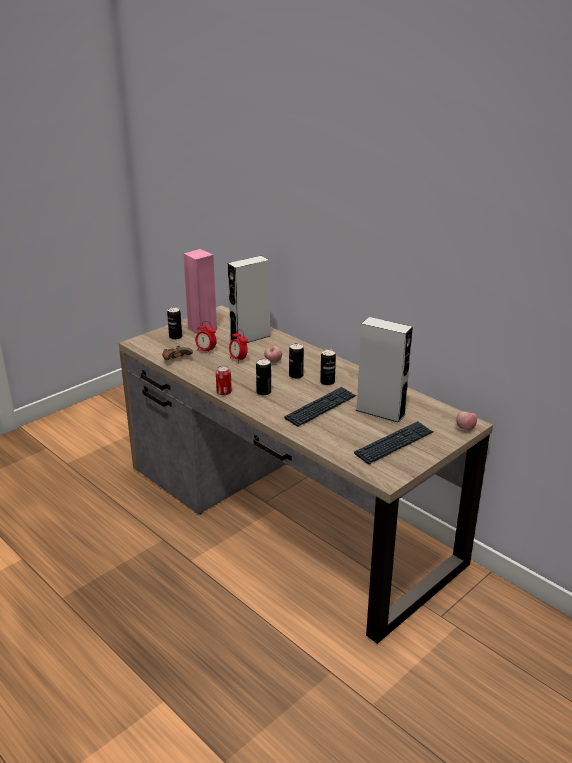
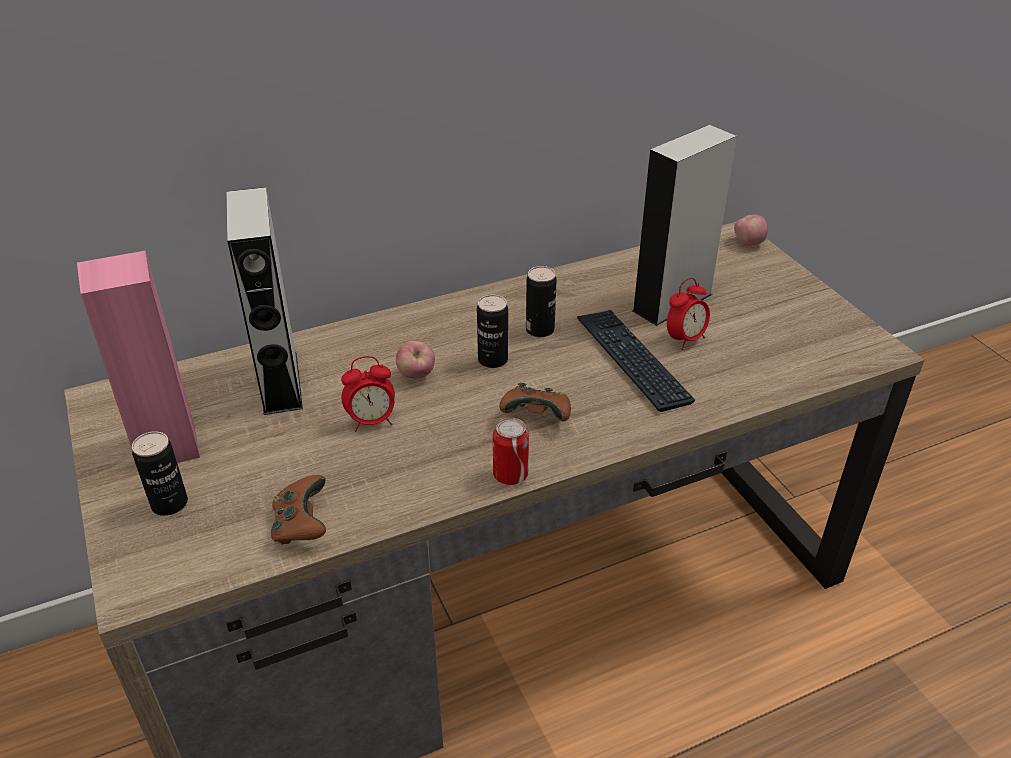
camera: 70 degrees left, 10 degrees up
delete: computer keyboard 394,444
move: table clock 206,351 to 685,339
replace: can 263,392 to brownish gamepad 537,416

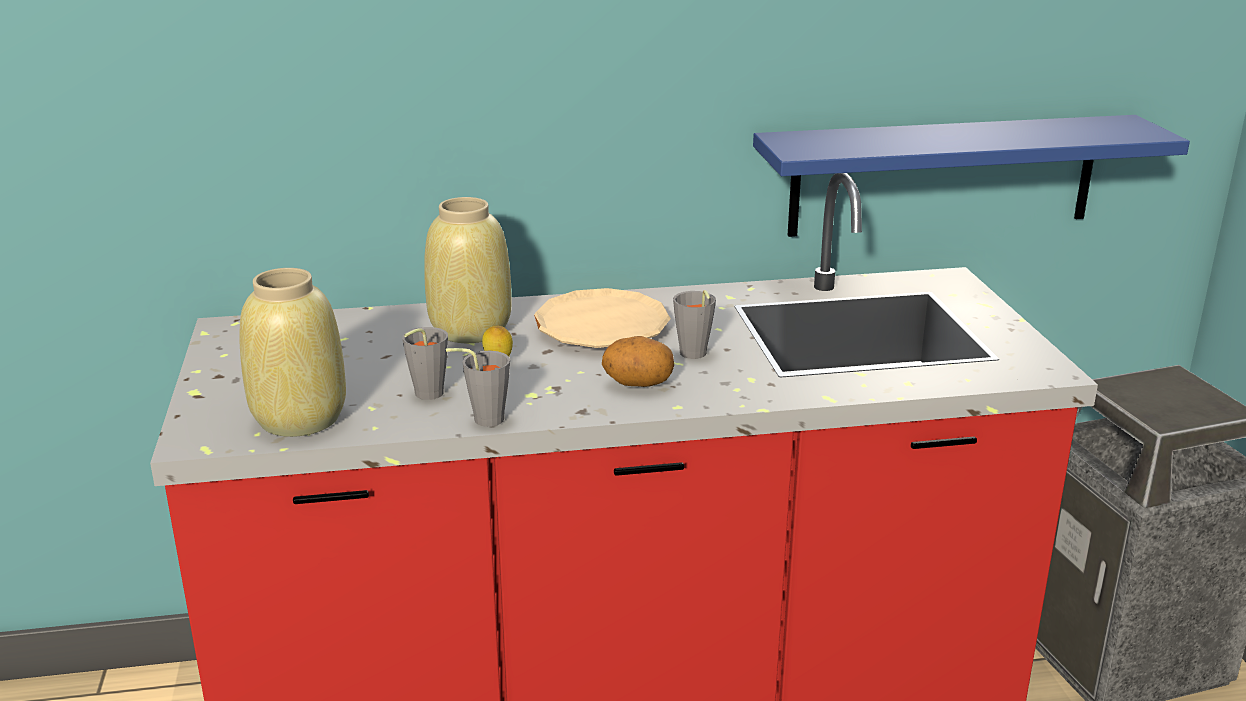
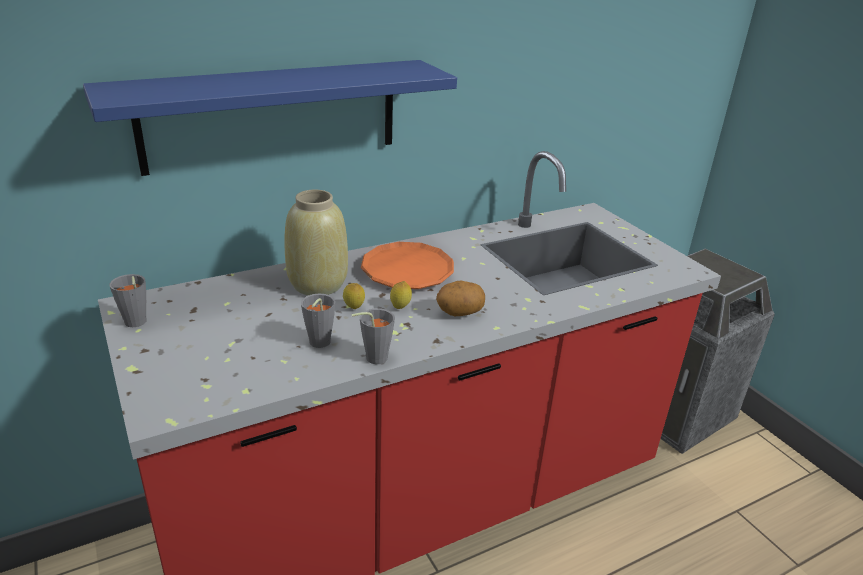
camera: 20 degrees left, 5 degrees up
delete: sand-coloured flower vase 299,418
insert: citrus fruit 400,308
move: gray drinking cup 694,356 to 136,324; blue-coloured wall shelf 943,175 to 272,115
recolor: sand-coloured plate 602,328 to orangey plate 407,271

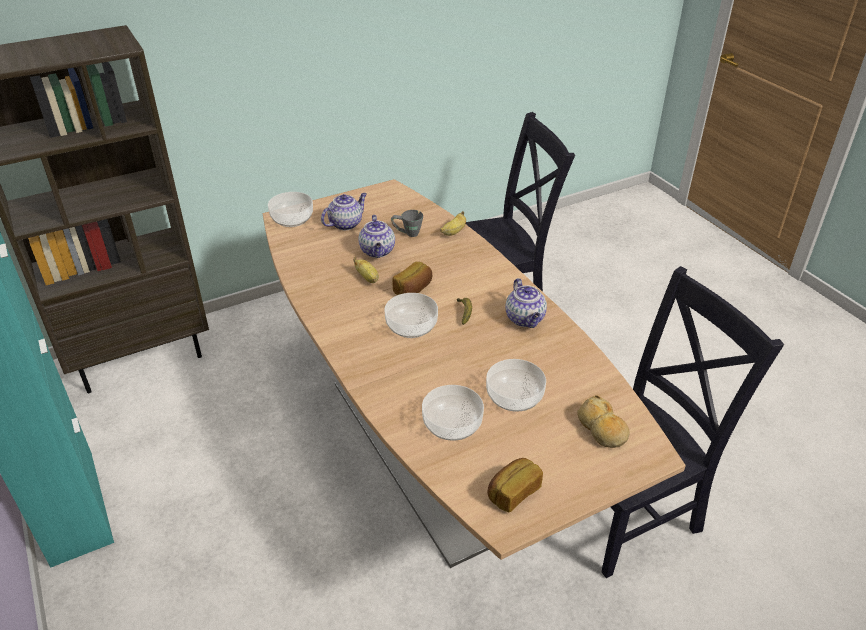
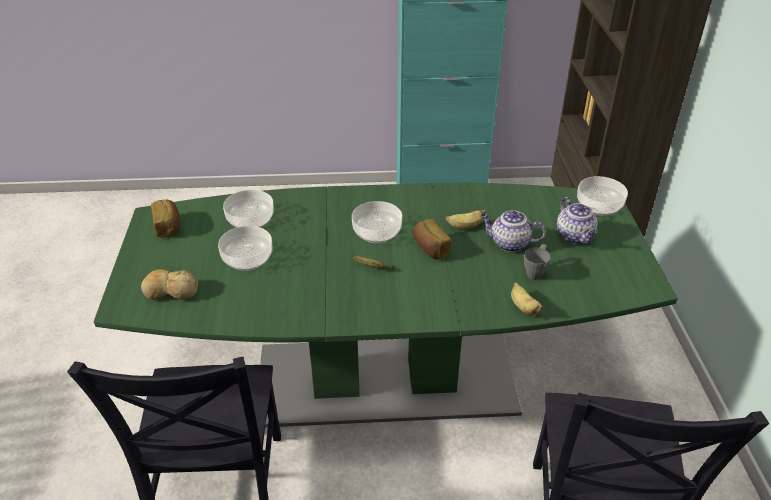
camera: 115 degrees right, 0 degrees up
delete: tea pot 525,319
recolor: brownish dinner table 433,447 to green-coloured dinner table 384,380

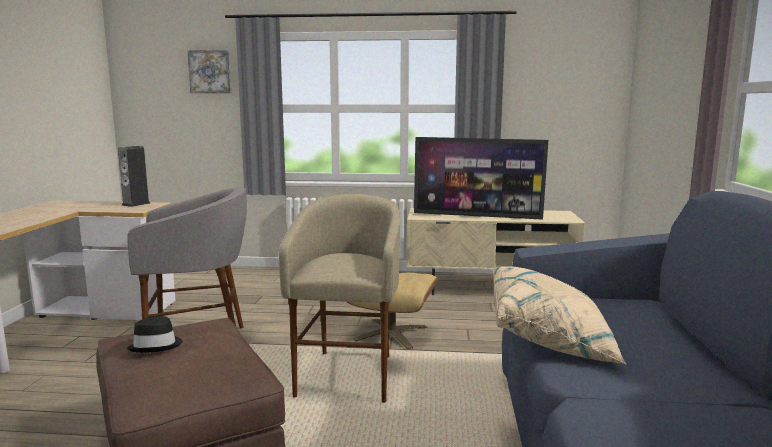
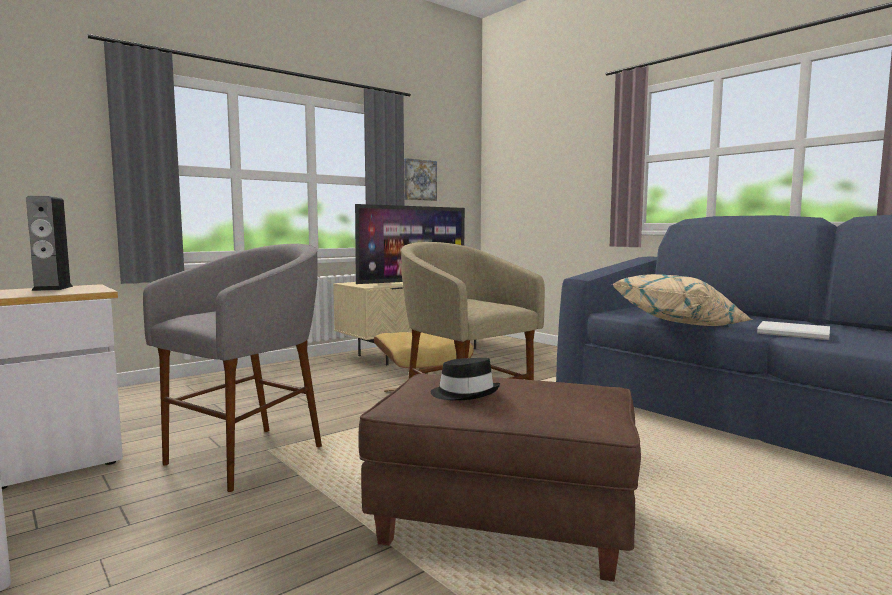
camera: 45 degrees left, 5 degrees down
insert: white-coloured bound book 795,333
move: wall picture 210,72 to 418,180

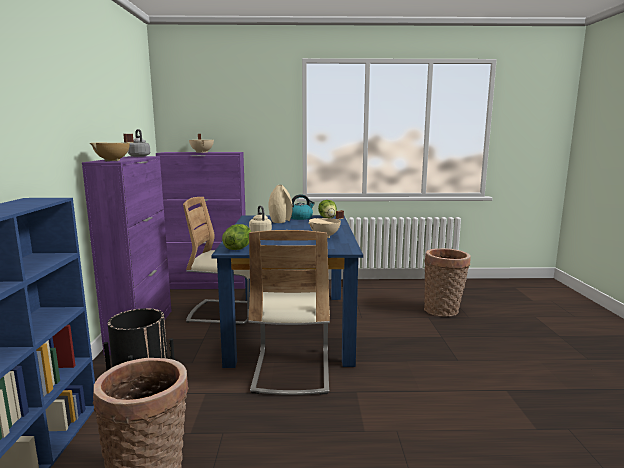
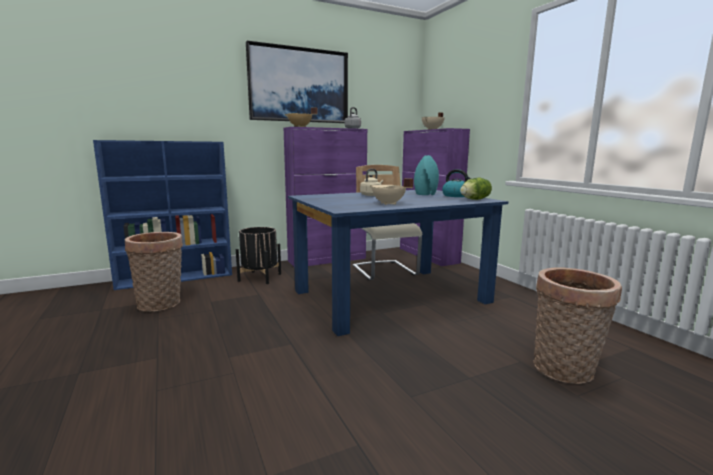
camera: 65 degrees right, 0 degrees up
delete: head of lettuce 238,248; sand-coloured chair 291,370
insert: wall picture 299,85
recolor: sand-coloured flower vase 280,221 to turquoise flower vase 426,194

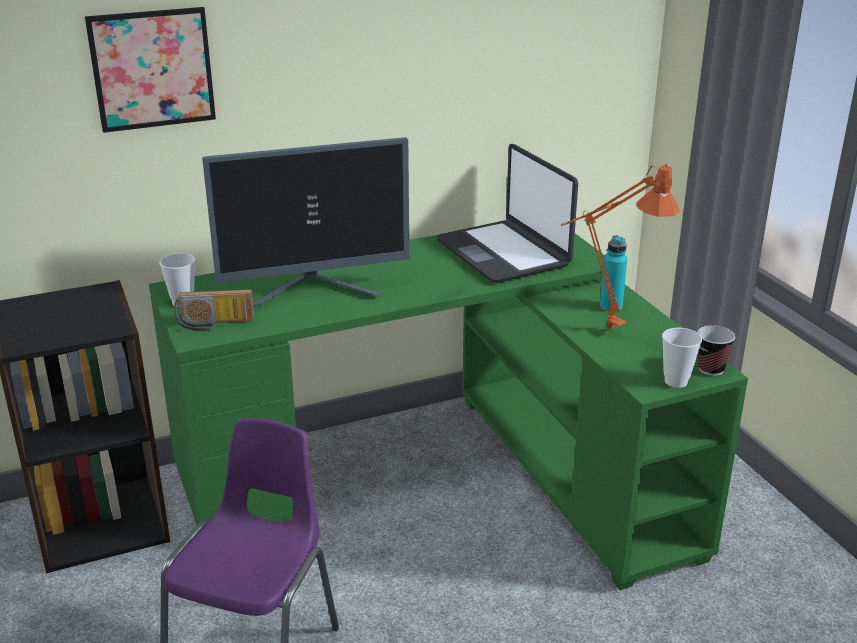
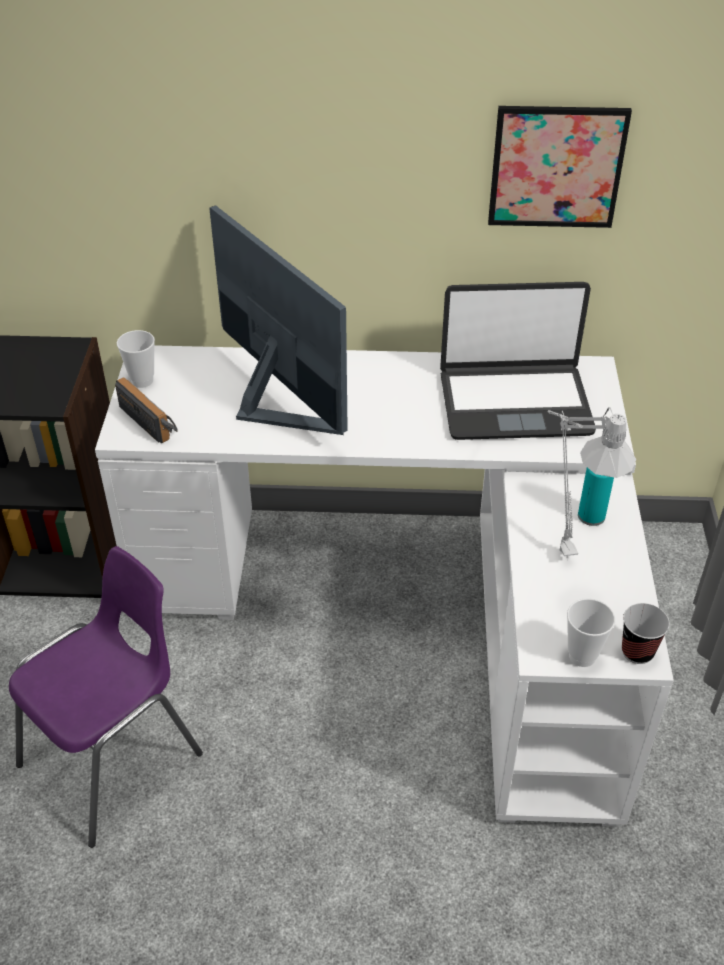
camera: 25 degrees right, 15 degrees up
move: wall picture 152,69 to 556,167
recolor: green-coloured desk unit 448,472 to white-coloured desk unit 411,608; orangey table lamp 603,326 to gray table lamp 559,544
rotate: radio 215,324 = 152,421 150 degrees counterclockwise; computer display 314,291 = 276,402 135 degrees counterclockwise; laptop 504,253 = 514,403 90 degrees counterclockwise

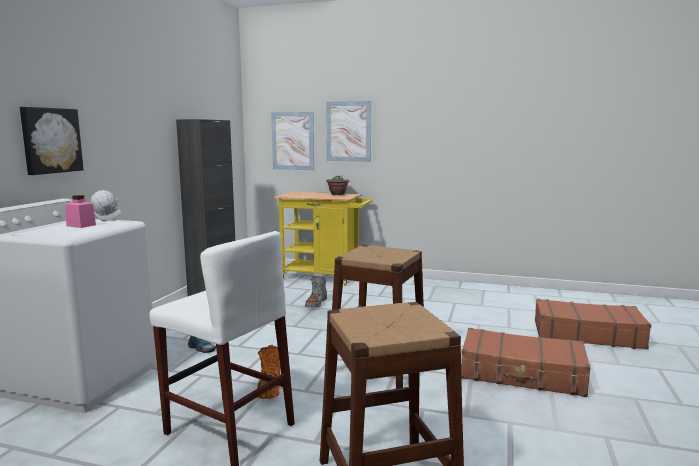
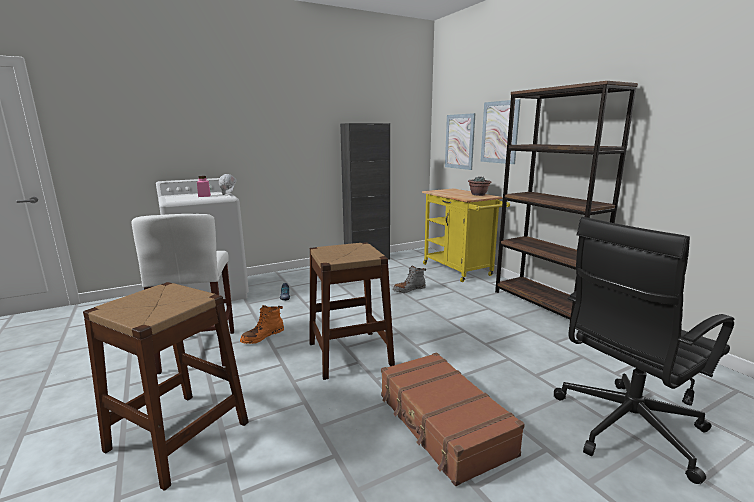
camera: 45 degrees right, 5 degrees up
delete: wall picture 50,140
insert: brownish bookshelf 543,304
replace: brownish piece of luggage 587,334 to black desk chair 625,428

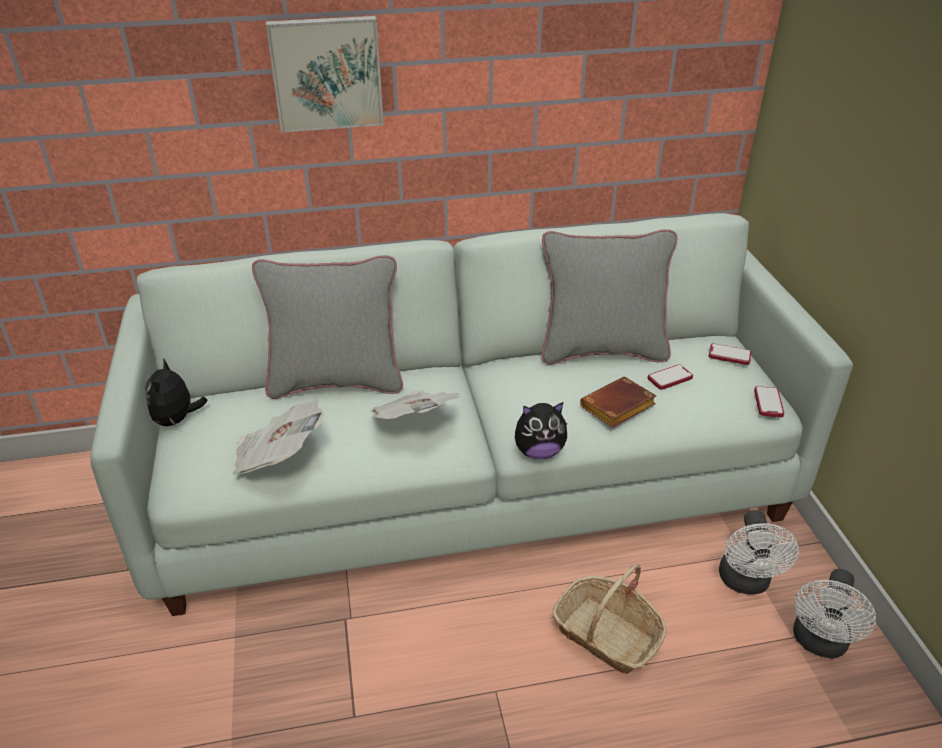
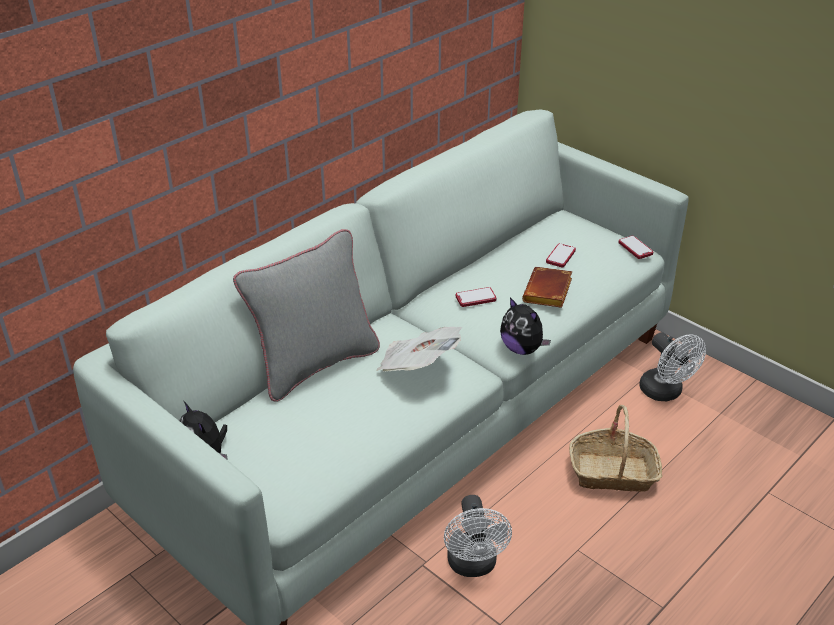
camera: 35 degrees left, 0 degrees up
delete: newspaper 279,456; wall picture 326,73; gray throw pillow 601,350
move: phone 729,355 to 475,298; white-coloured fan 819,643 to 473,565
rotate: cuddly toy 539,451 = 522,349 90 degrees clockwise

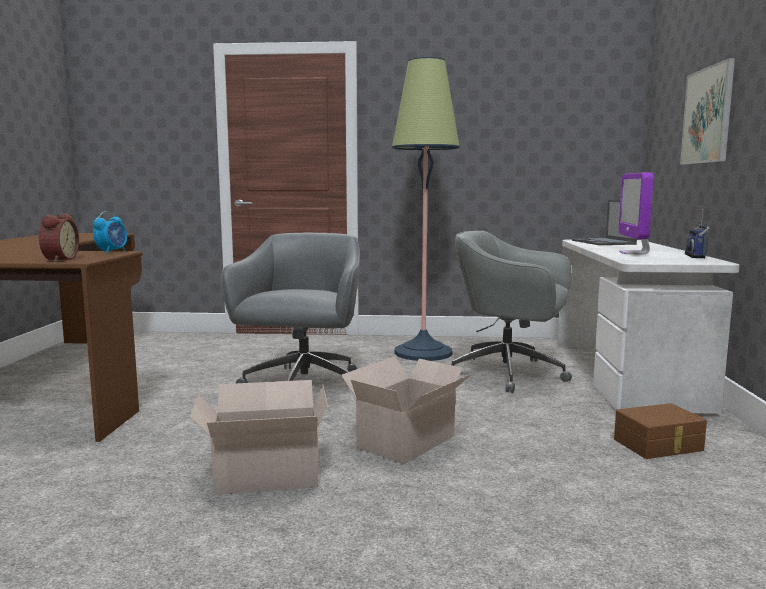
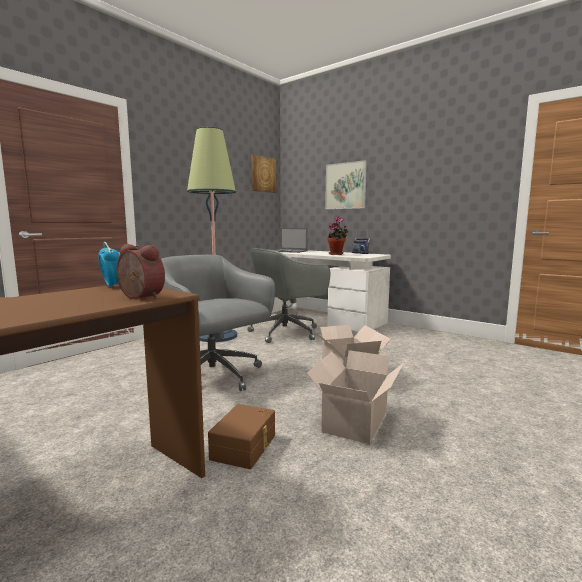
camera: 55 degrees left, 0 degrees up
insert: wall picture 263,174
move: brownish storage box 659,445 to 245,447
replace: computer display 633,253 to houseplant 337,254

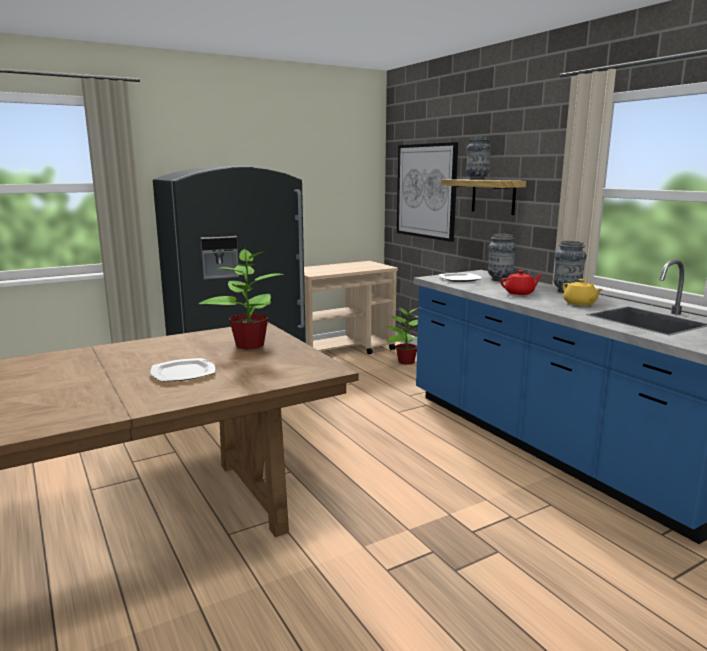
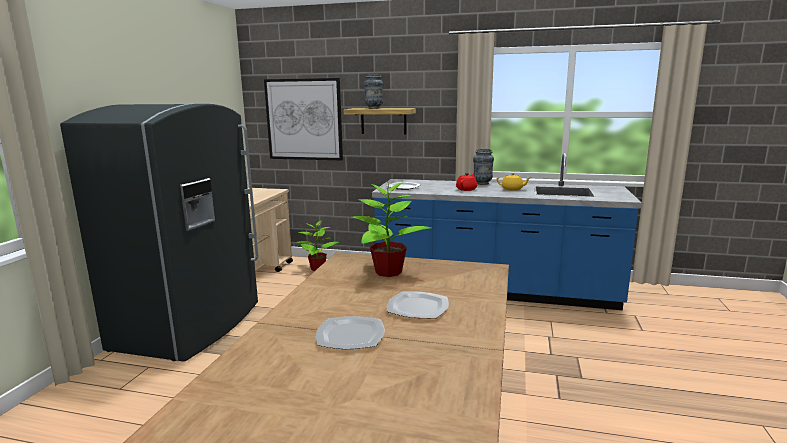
camera: 45 degrees left, 0 degrees up
delete: flower vase 499,280
insert: plate 351,335

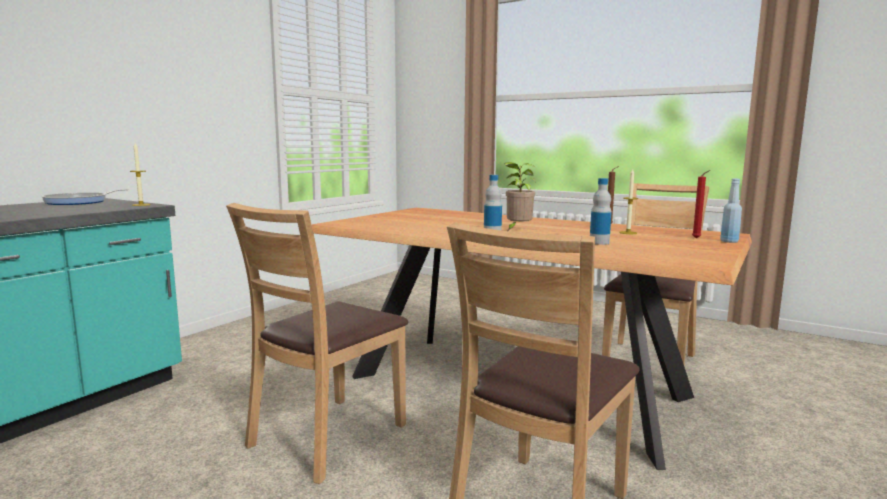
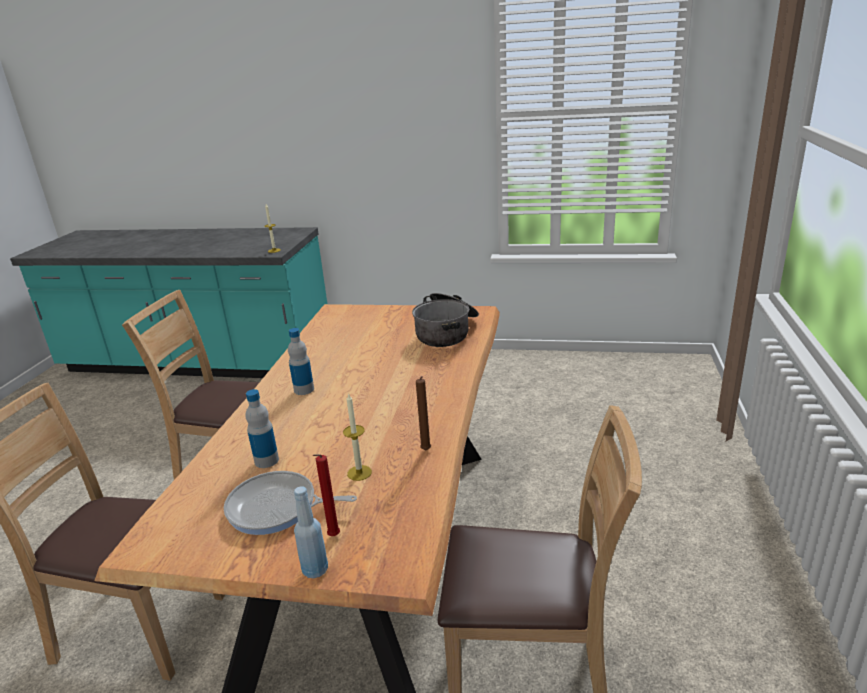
camera: 70 degrees right, 15 degrees up
delete: houseplant 517,230
insert: cooking pot 447,332
move: skillet 80,202 to 277,508

